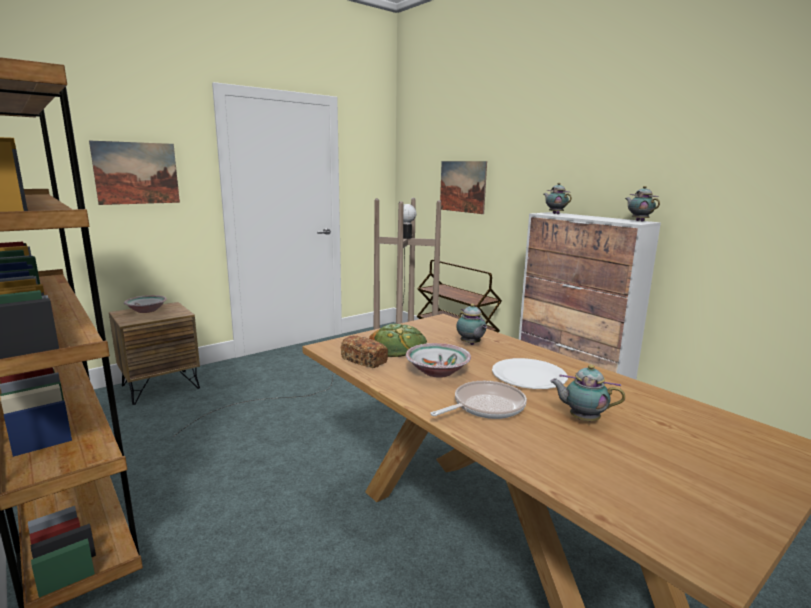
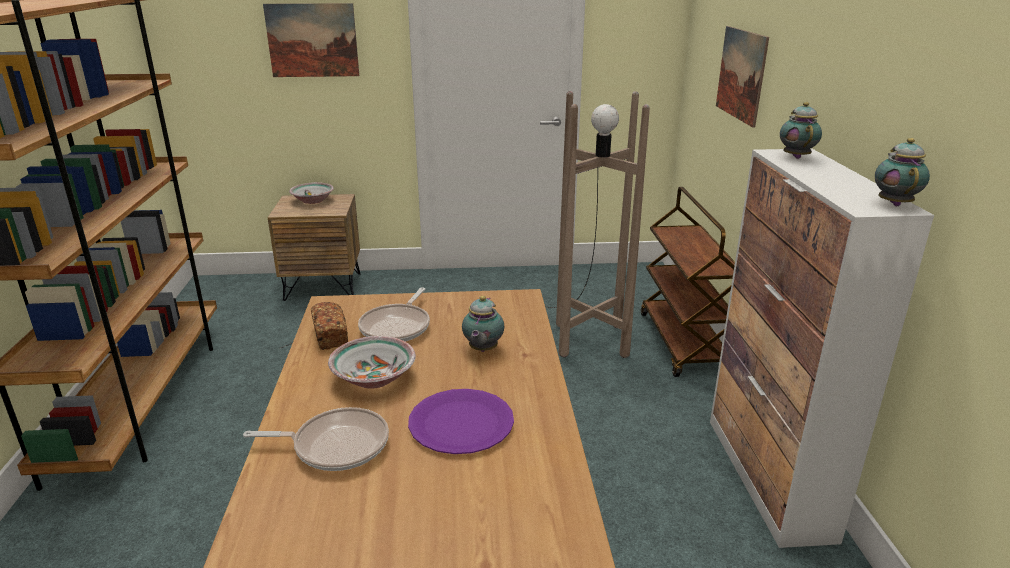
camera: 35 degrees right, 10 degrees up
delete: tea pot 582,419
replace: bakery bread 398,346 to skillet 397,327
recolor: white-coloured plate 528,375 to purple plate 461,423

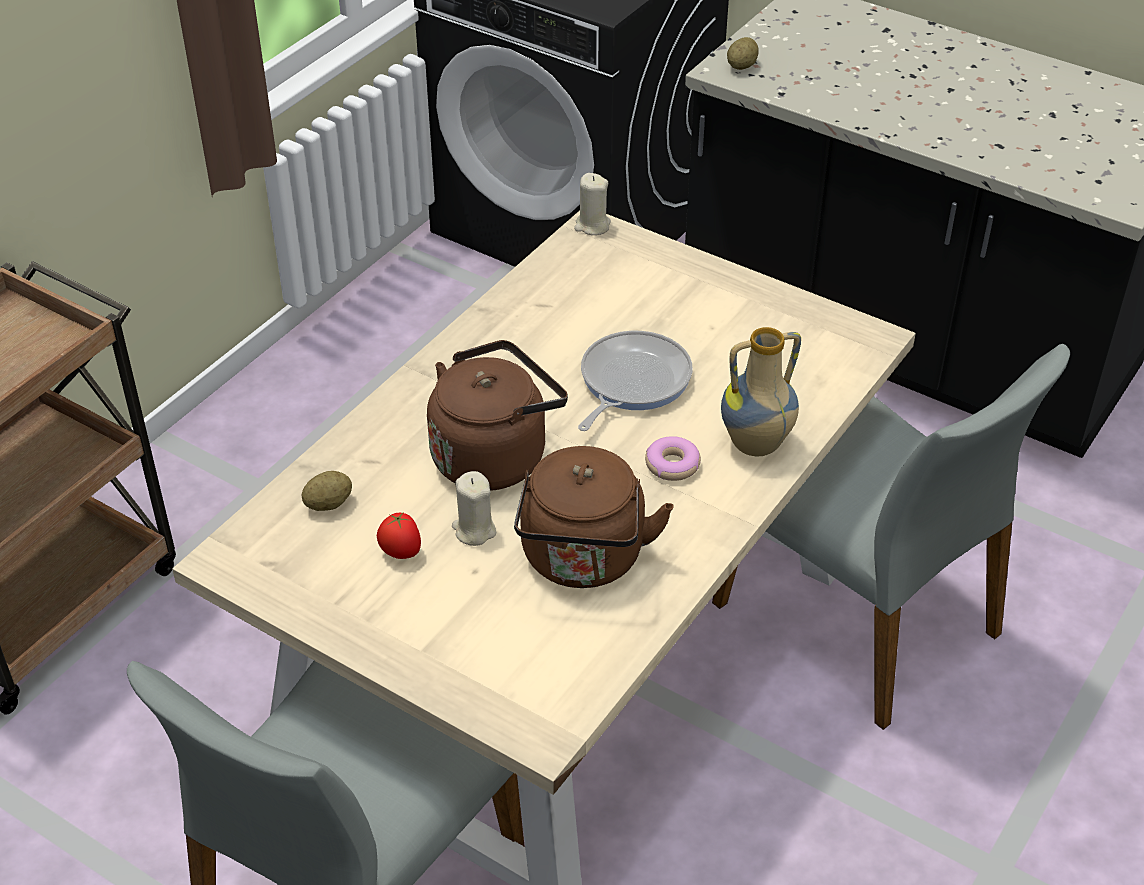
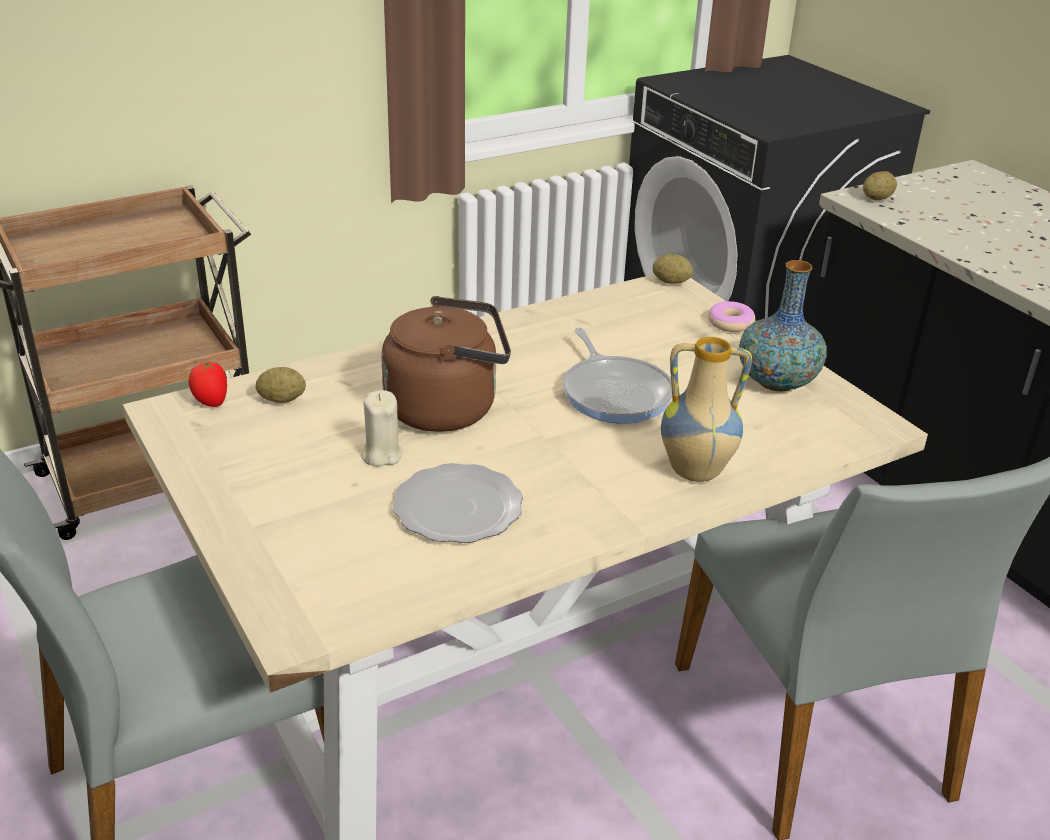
camera: 25 degrees right, 10 degrees down
insert: flower vase 776,382
move: fresh tomato 400,553 to 210,403; donut 672,465 to 730,323
replace: brownish kettle 583,561 to plate 456,508; sand-coloured wax candle 592,226 to potato 671,282
rotate: skillet 631,382 = 615,393 105 degrees clockwise

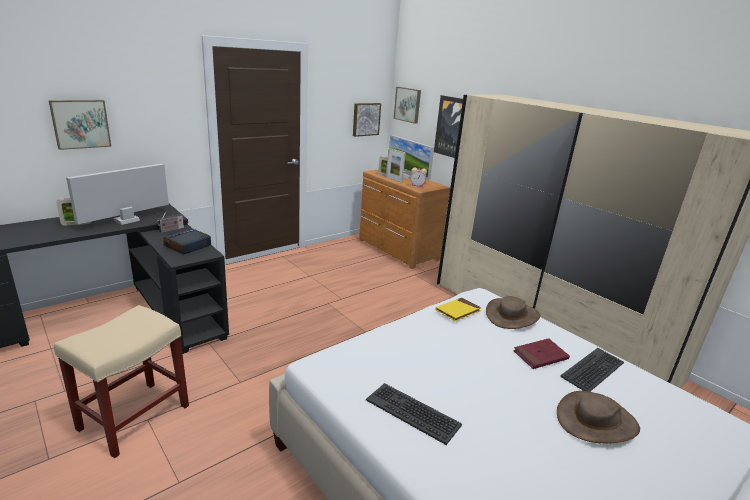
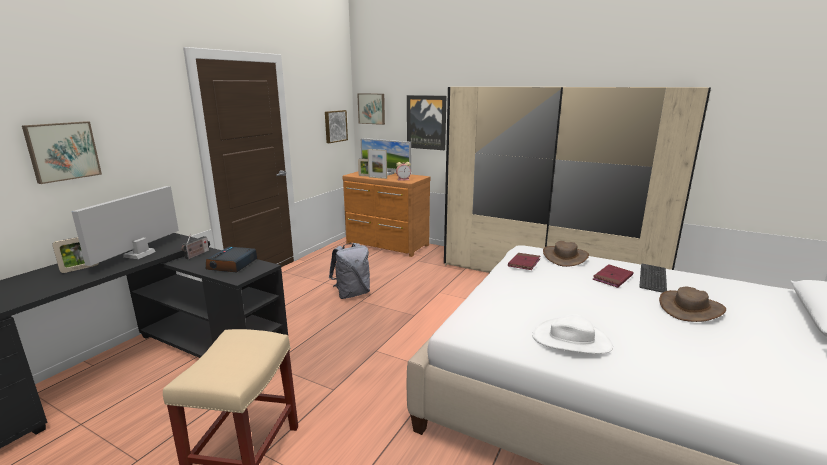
camera: 20 degrees left, 5 degrees down
insert: gray knapsack 352,294
replace: computer keyboard 413,412 to white-coloured hat 571,340
recolor: yellow bound book 458,311 to reddish bound book 524,263

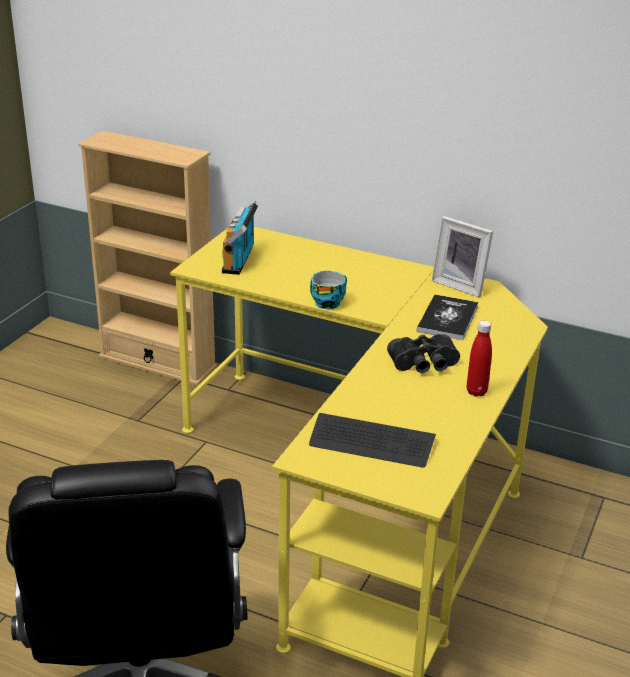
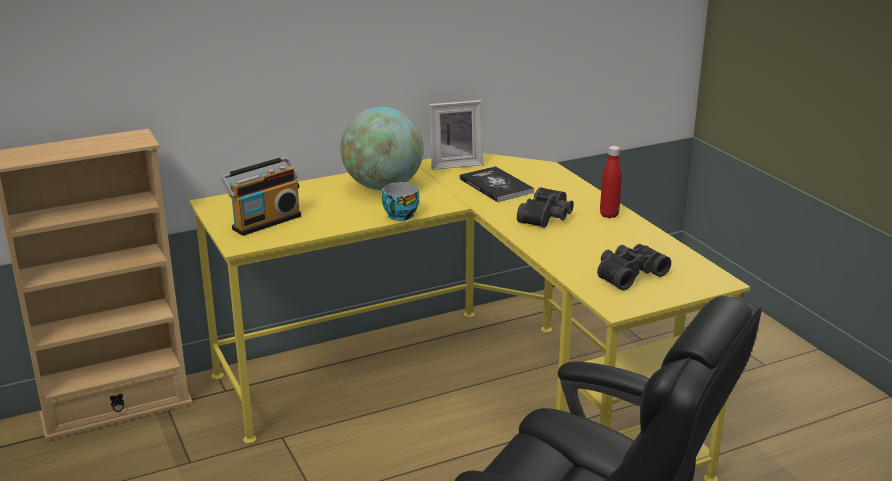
camera: 50 degrees left, 5 degrees down
insert: desk globe 383,186
replace: computer keyboard 371,442 to black pair of binoculars 628,274
rotate: radio 240,260 = 265,221 90 degrees counterclockwise

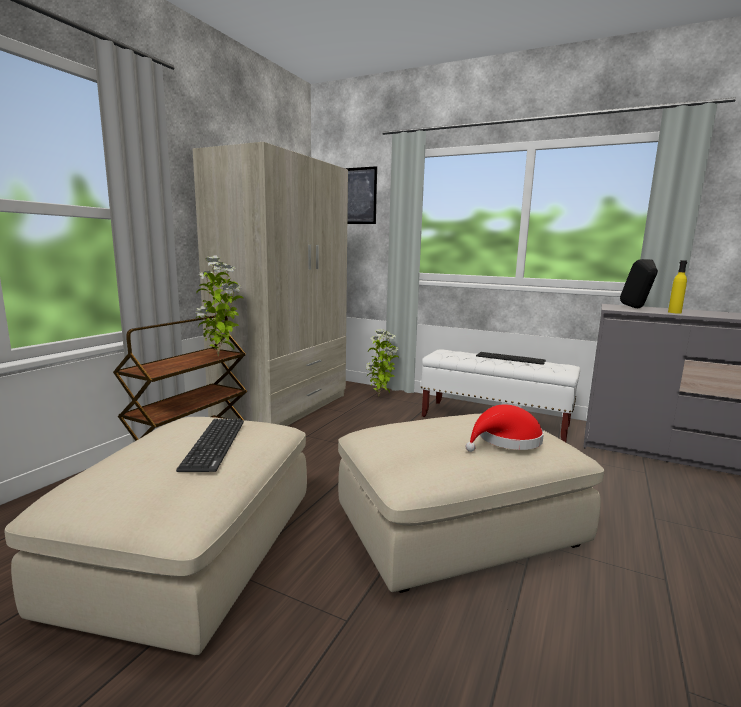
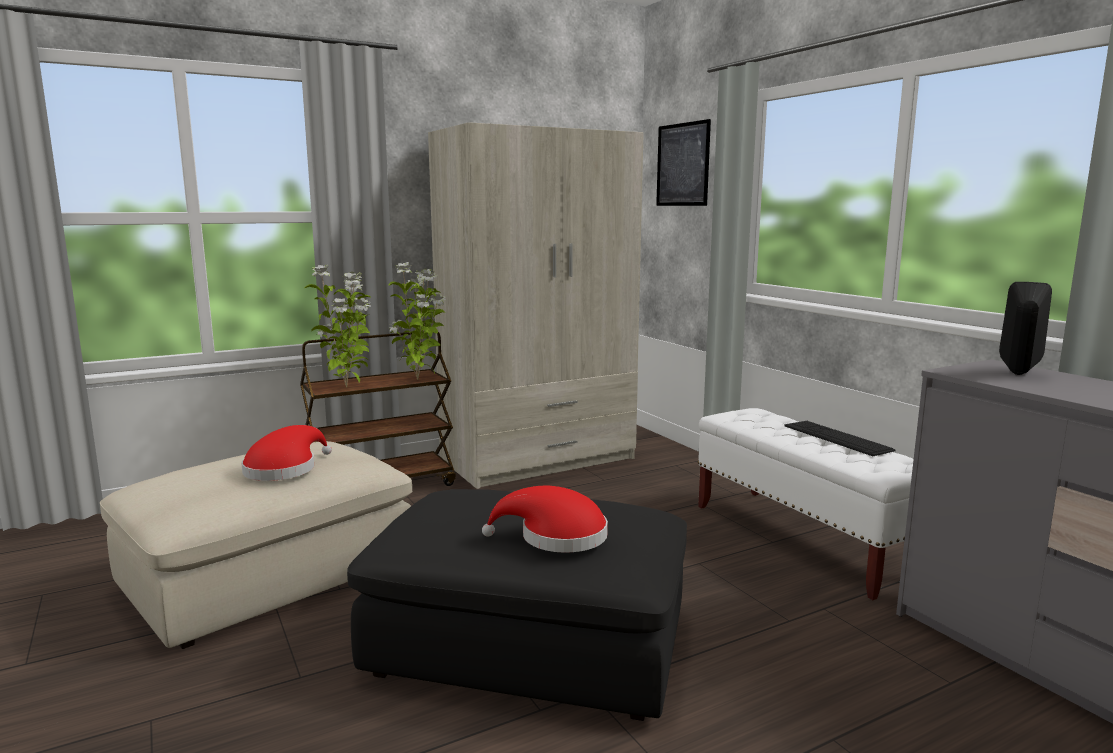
camera: 35 degrees right, 0 degrees up
delete: yellow drink bottle 674,312
move: houseplant 380,396 to 348,387
replace: computer keyboard 214,444 to reddish hat 284,469
recolor: sand-coloured pouffe 458,526 to black pouffe 531,643

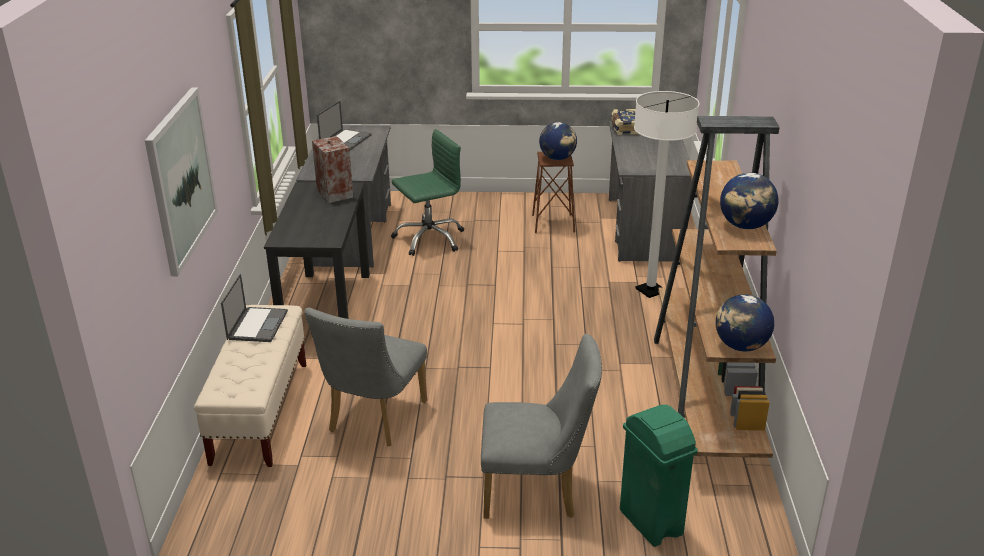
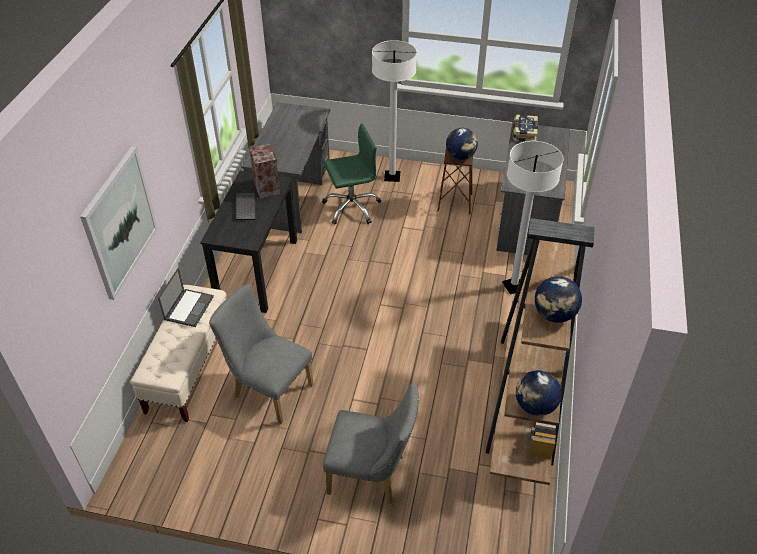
camera: 10 degrees right, 15 degrees up
delete: laptop 345,140; green-coloured trash can 651,523
insert: computer keyboard 244,207; white-coloured floor lamp 392,177
rotate: gray chair 373,420 = 268,389 90 degrees clockwise

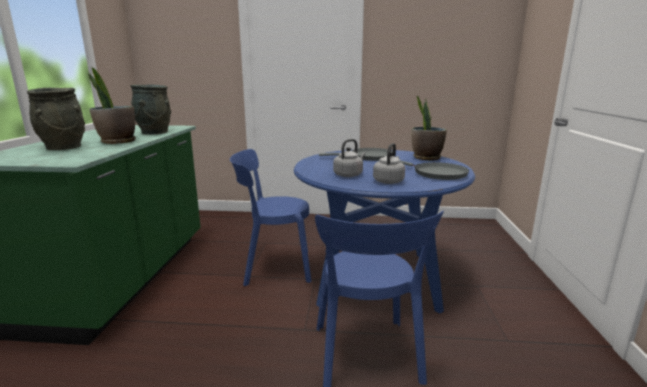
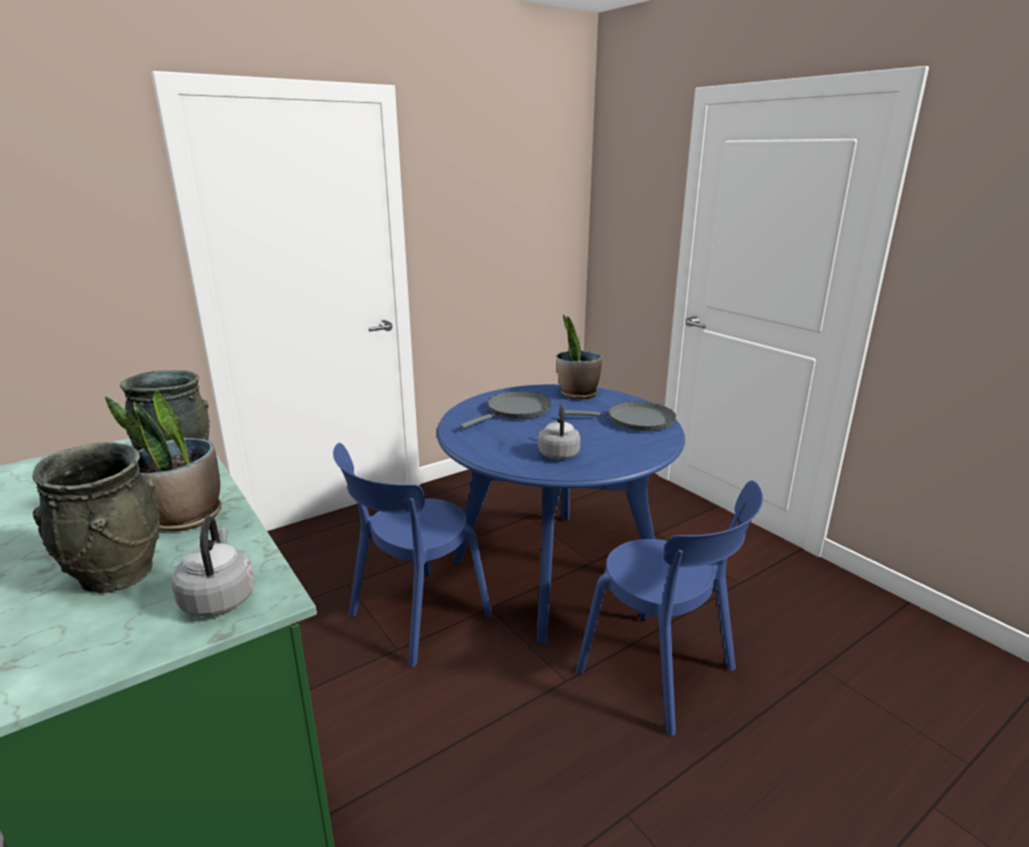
camera: 40 degrees left, 5 degrees up
move: gray kettle 389,181 to 219,598

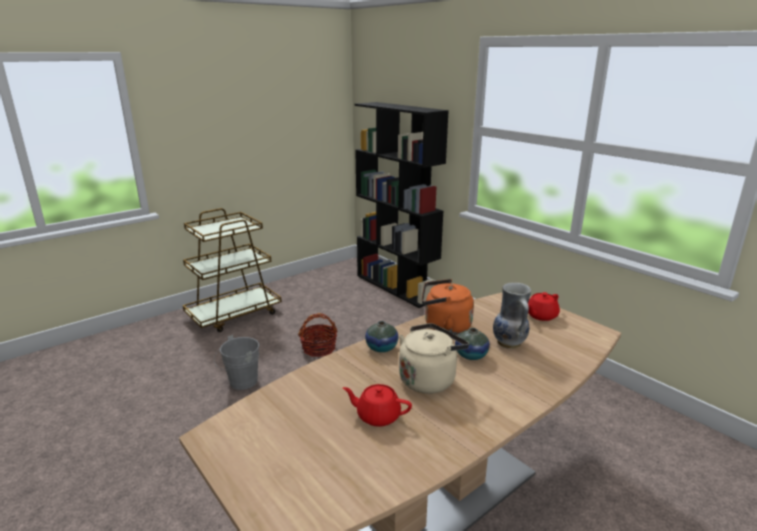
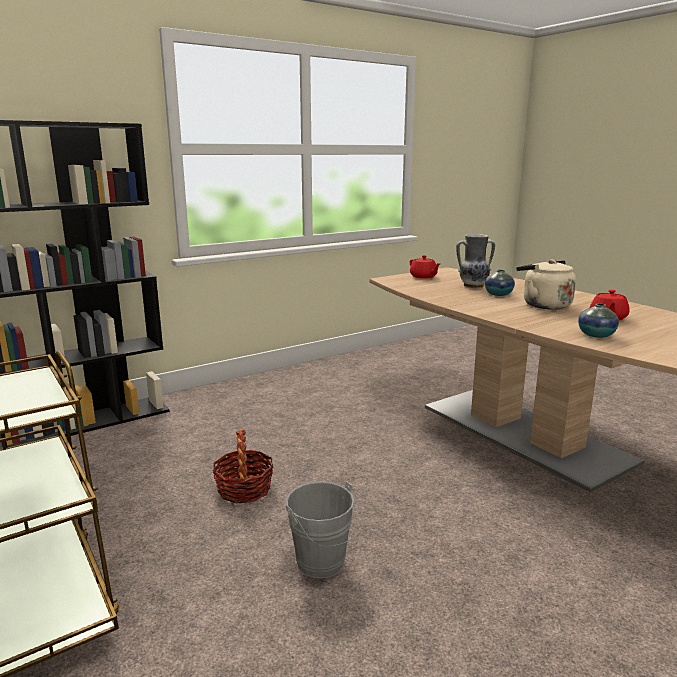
camera: 85 degrees left, 5 degrees down
delete: orangey kettle 444,326
move: flower vase 381,348 to 596,335

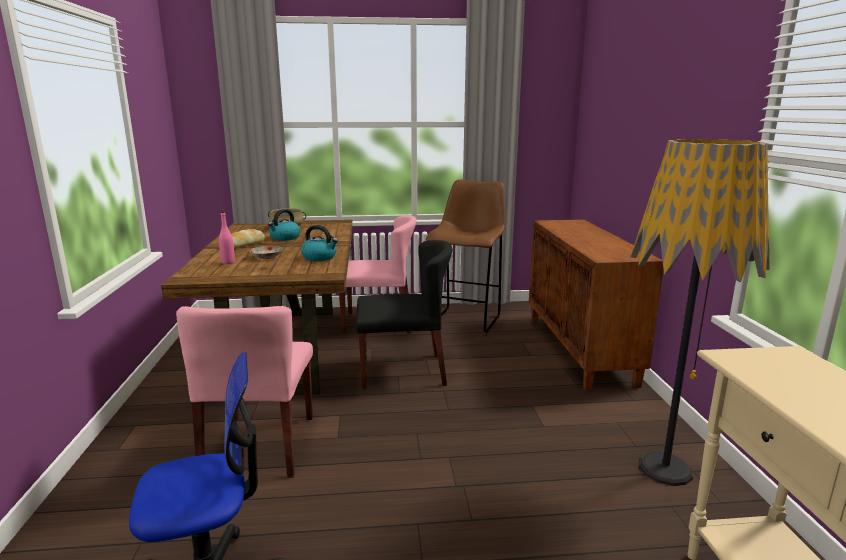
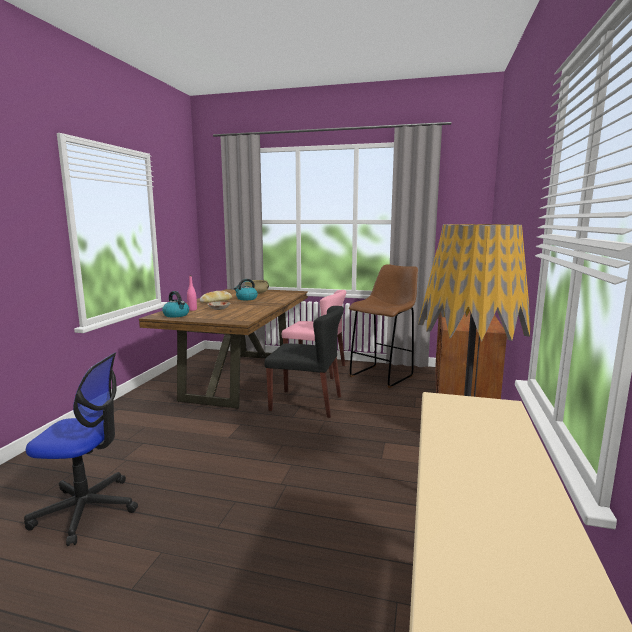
camera: 20 degrees right, 5 degrees down
delete: pink chair 260,446
move: kettle 320,257 to 176,315

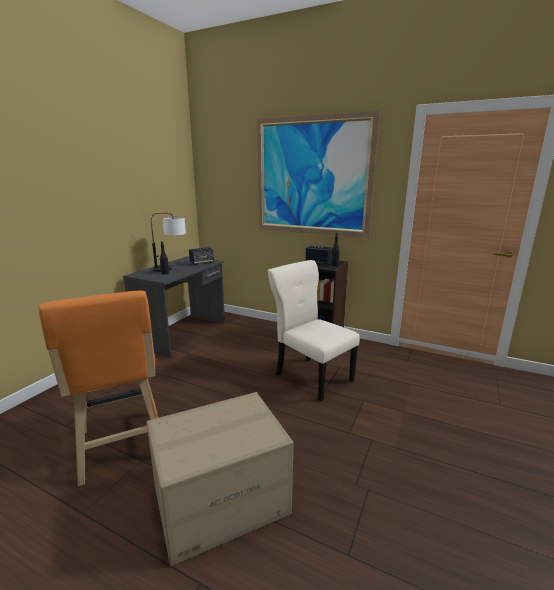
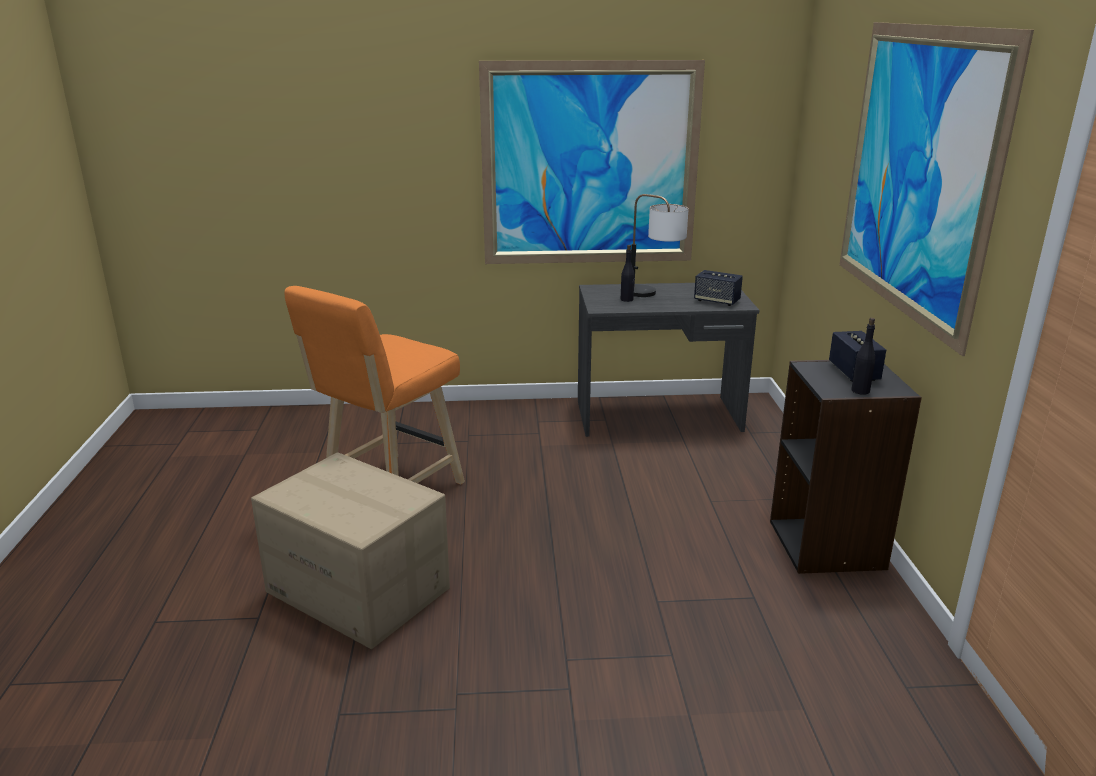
camera: 60 degrees right, 5 degrees up
delete: sand-coloured chair 311,376
insert: wall picture 590,165

